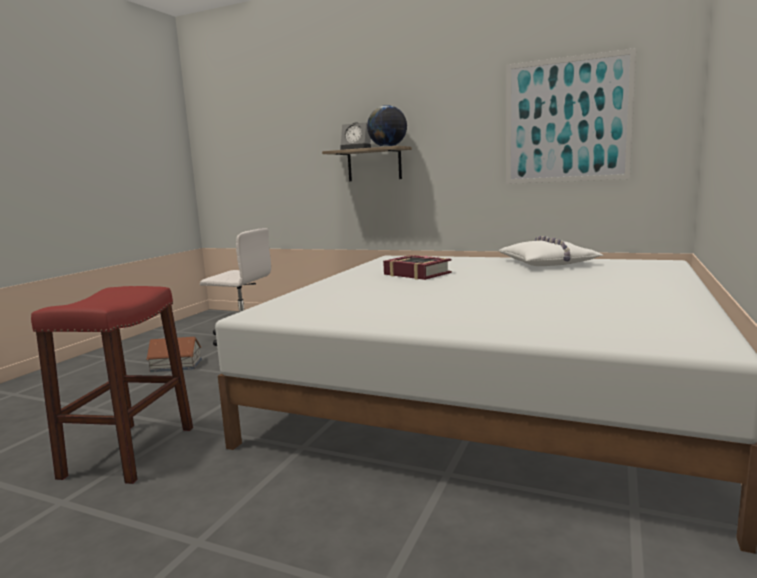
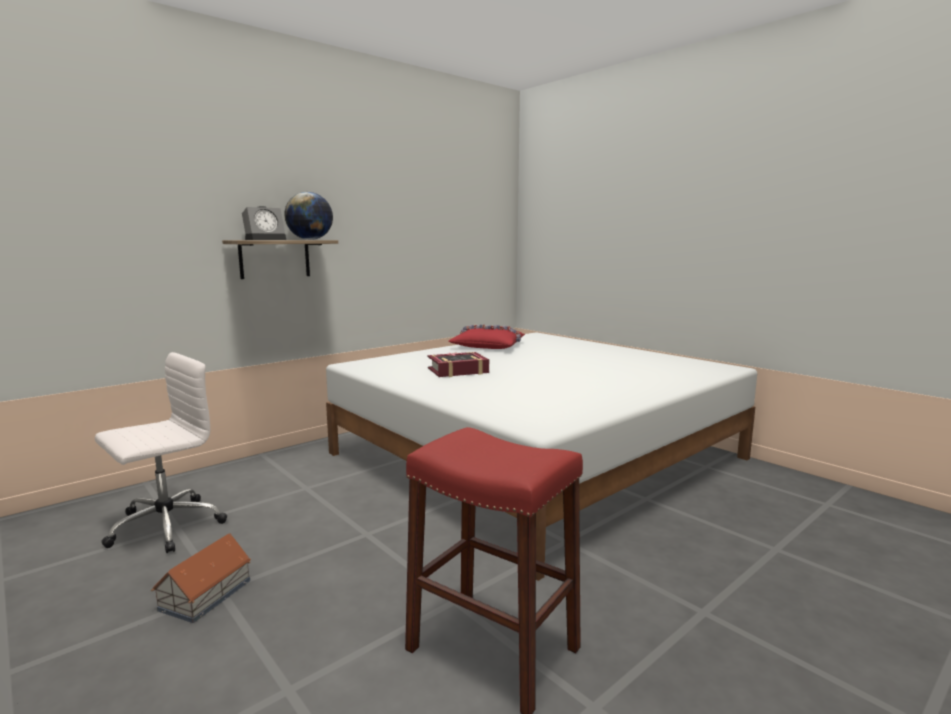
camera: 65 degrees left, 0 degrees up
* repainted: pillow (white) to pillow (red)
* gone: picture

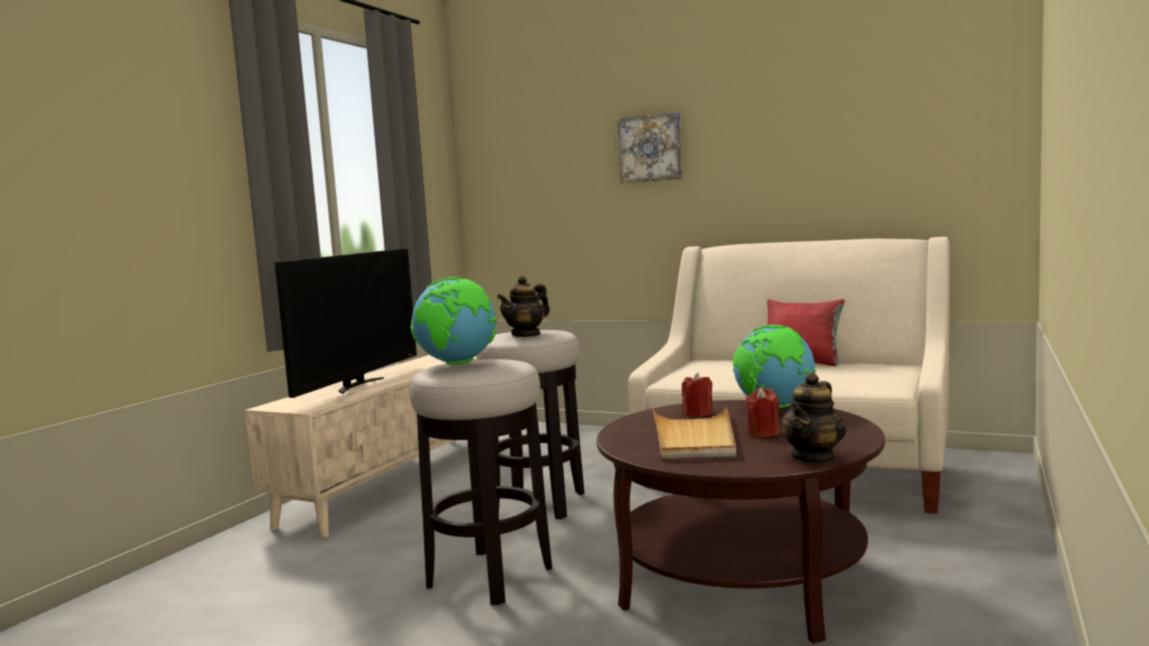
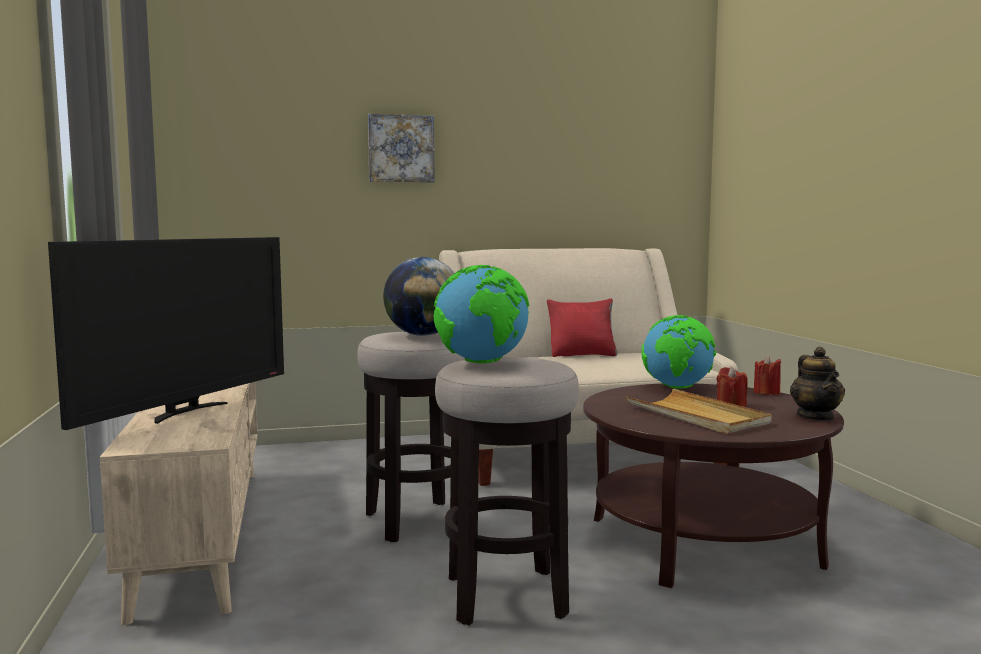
camera: 40 degrees left, 0 degrees up
* rotated: television 45 degrees clockwise
* swapped: teapot (no. 1 from left) to globe (no. 1 from left)
* shifted: candle (red) (no. 1 from left in the first image) to candle (red) (no. 2 from left)

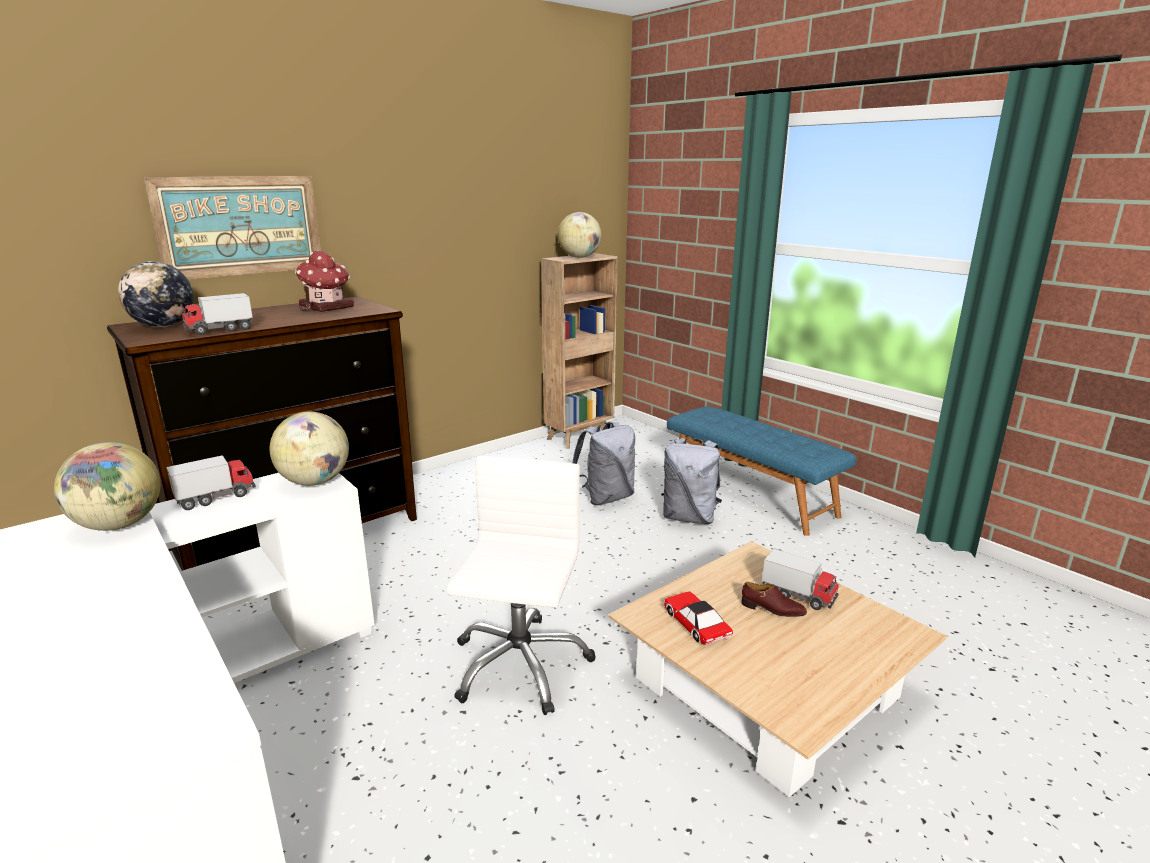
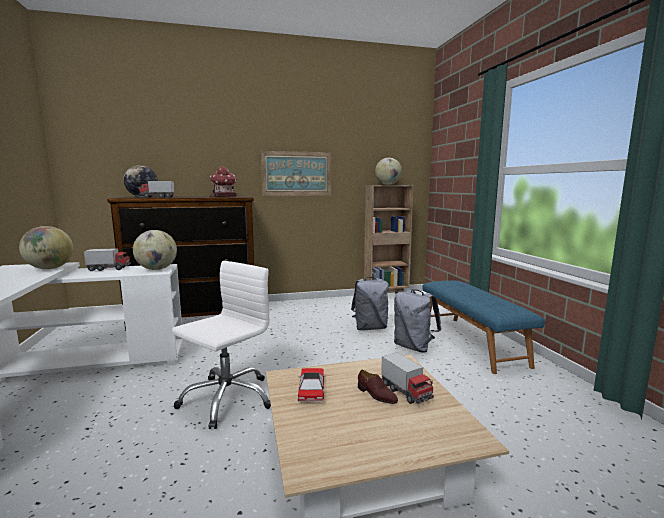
camera: 25 degrees right, 10 degrees down
* shifted: picture

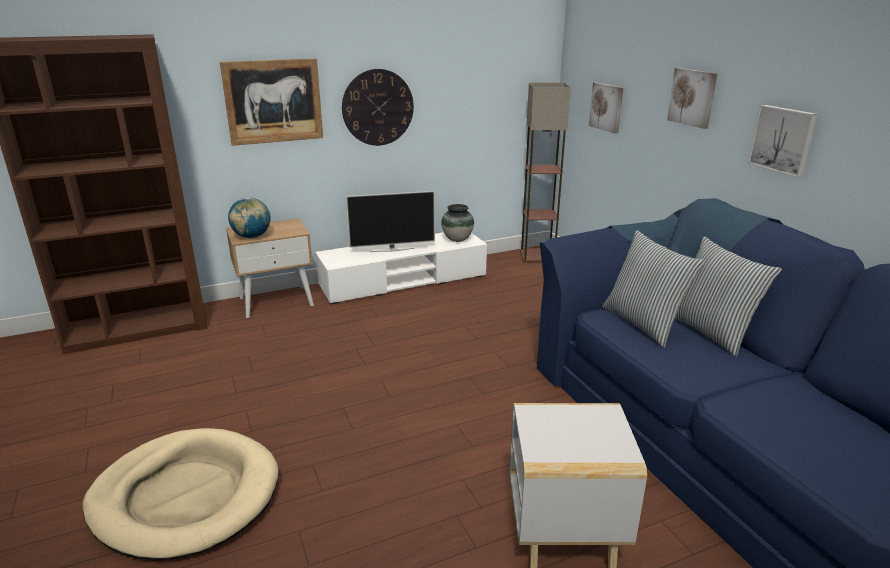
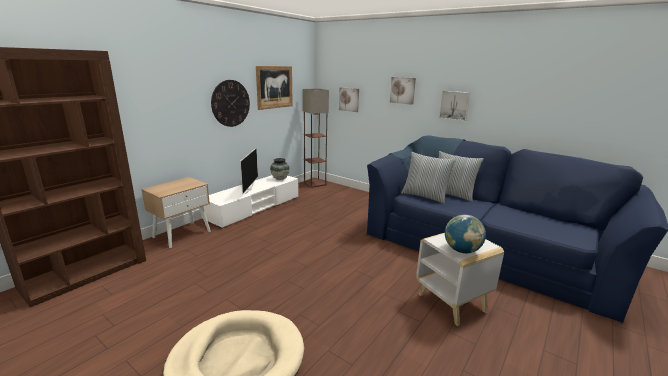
camera: 30 degrees left, 5 degrees down
* rotated: television 45 degrees counterclockwise
* shifted: picture (no. 1 from left)
* shifted: globe

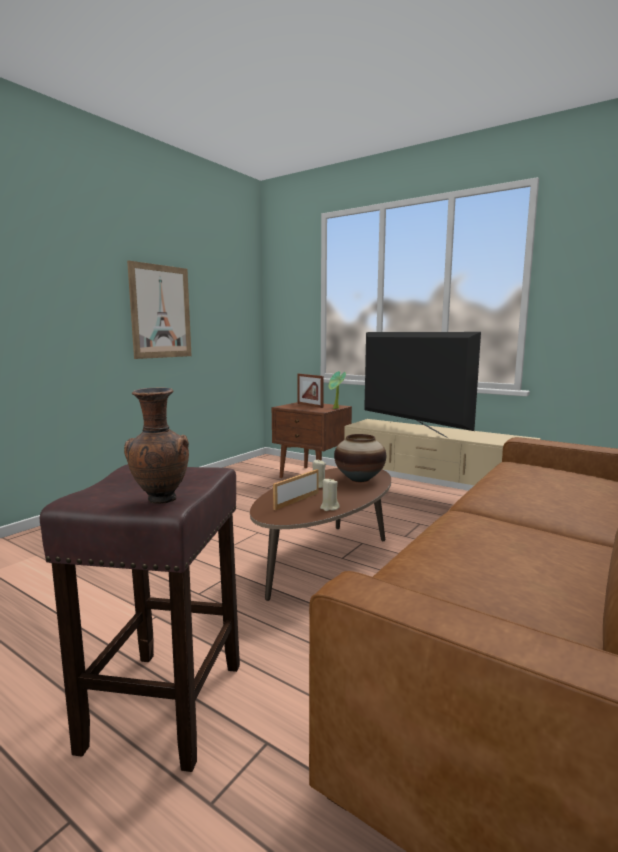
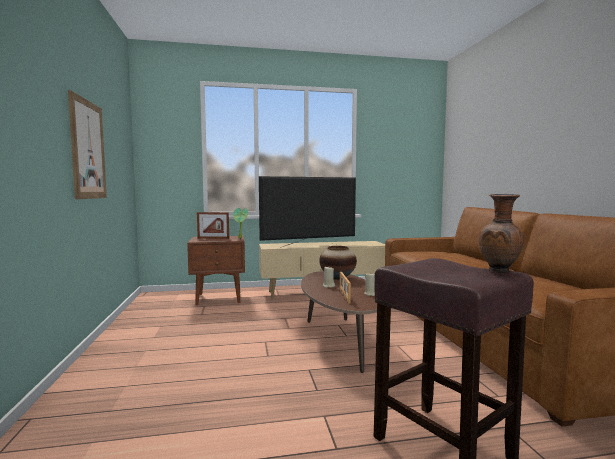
camera: 45 degrees left, 5 degrees down
* rotated: television 150 degrees clockwise

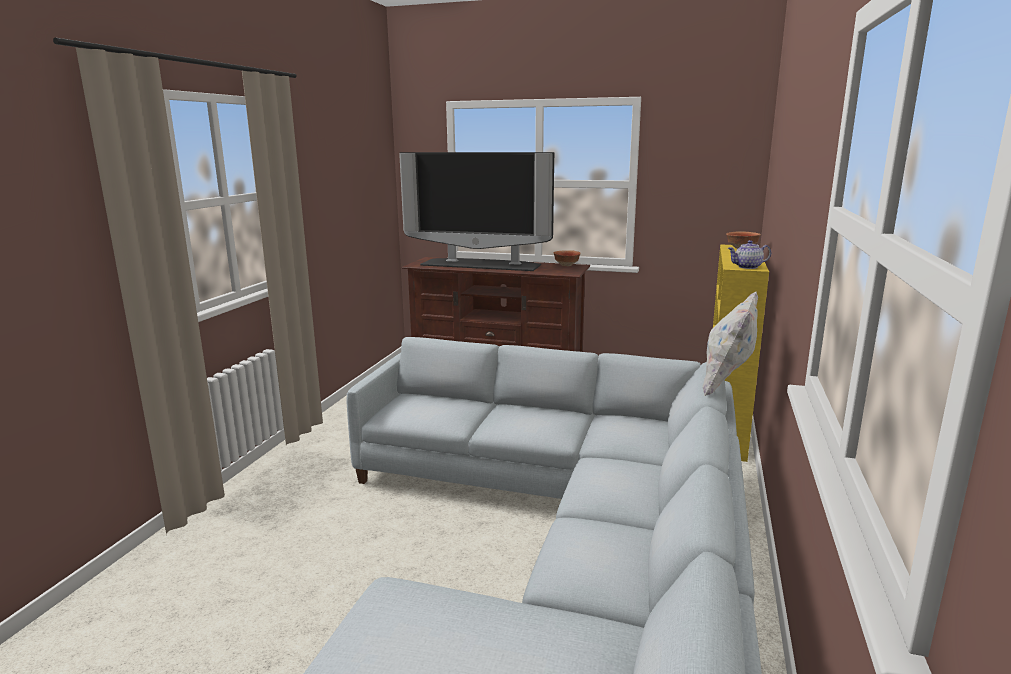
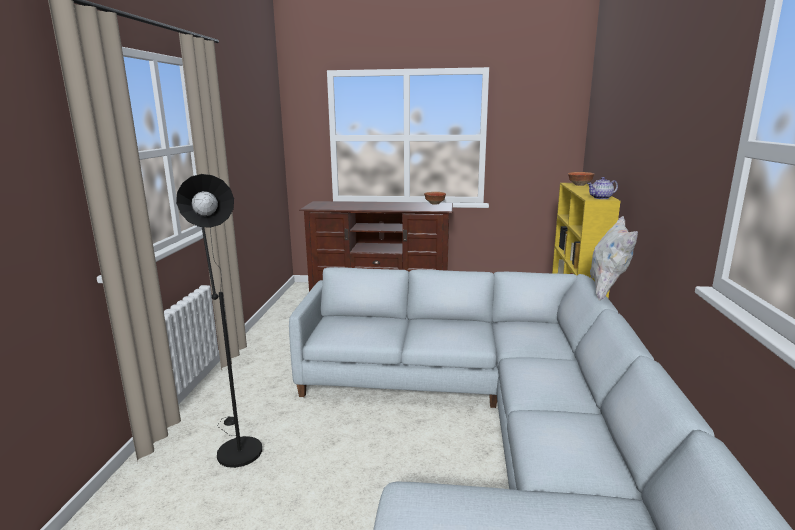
camera: 10 degrees left, 0 degrees up
* new: floor lamp (black)
* gone: television

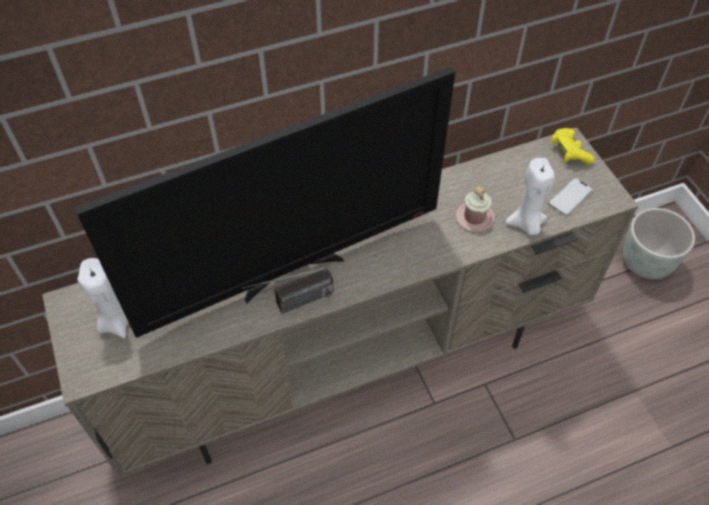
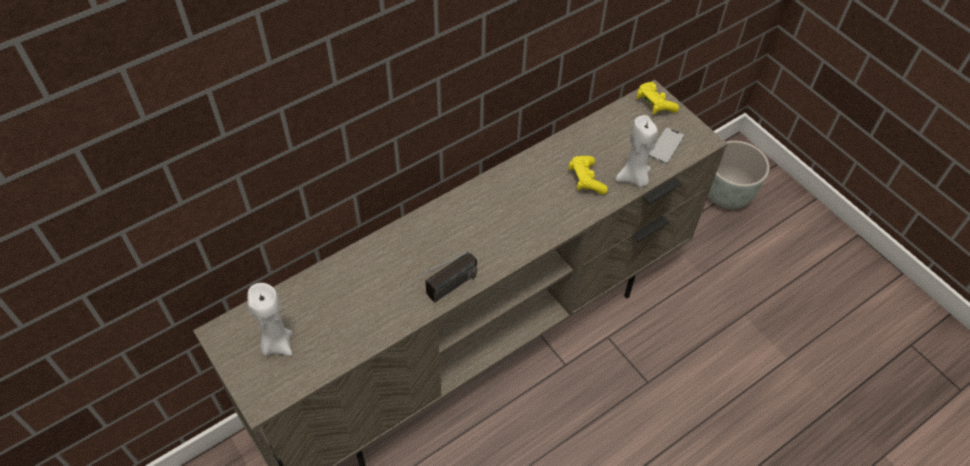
camera: 15 degrees left, 0 degrees up
* swapped: mug (pink) to game controller (yellow) (no. 1 from left)
* gone: television

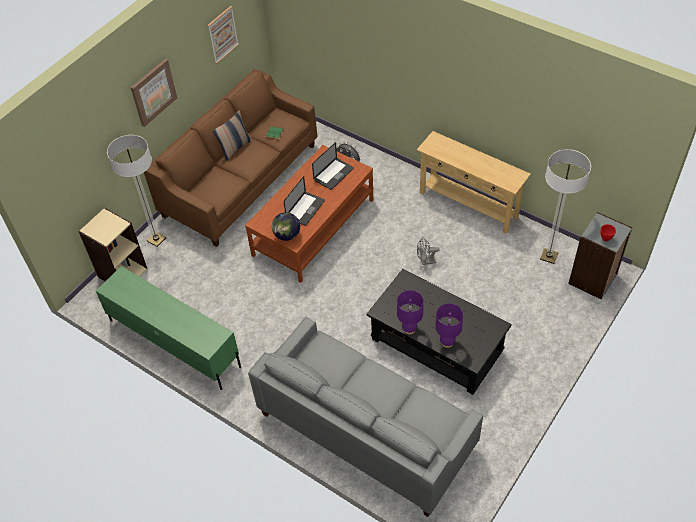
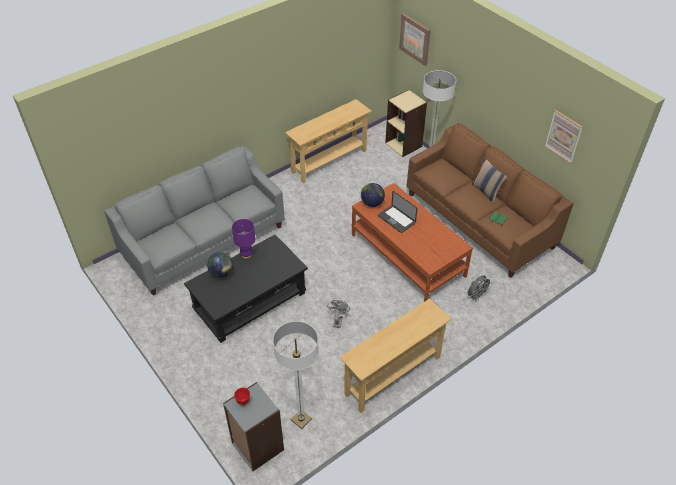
camera: 105 degrees right, 5 degrees down
* swapped: table lamp (purple) (no. 2 from left) to globe (no. 1 from left)
* swapped: tv stand (green) to console table (beige) (no. 1 from left)
* shifted: picture (no. 1 from left)
* gone: laptop (no. 2 from left)

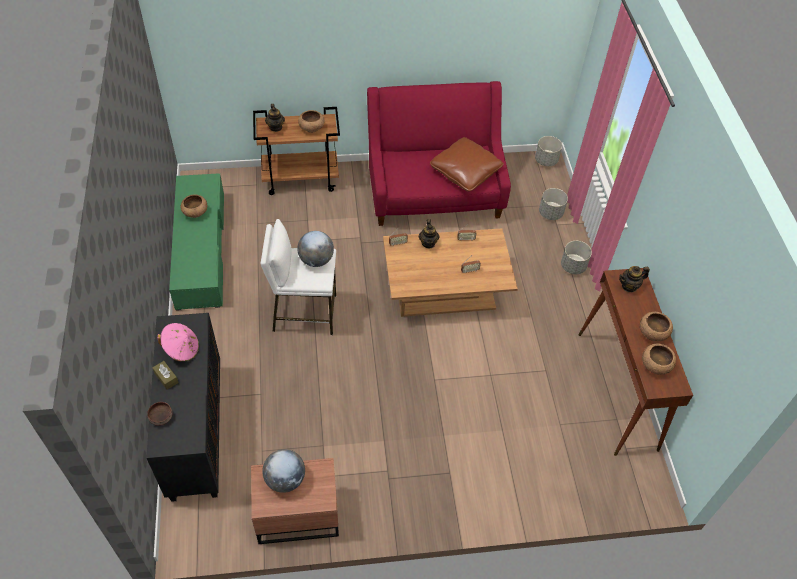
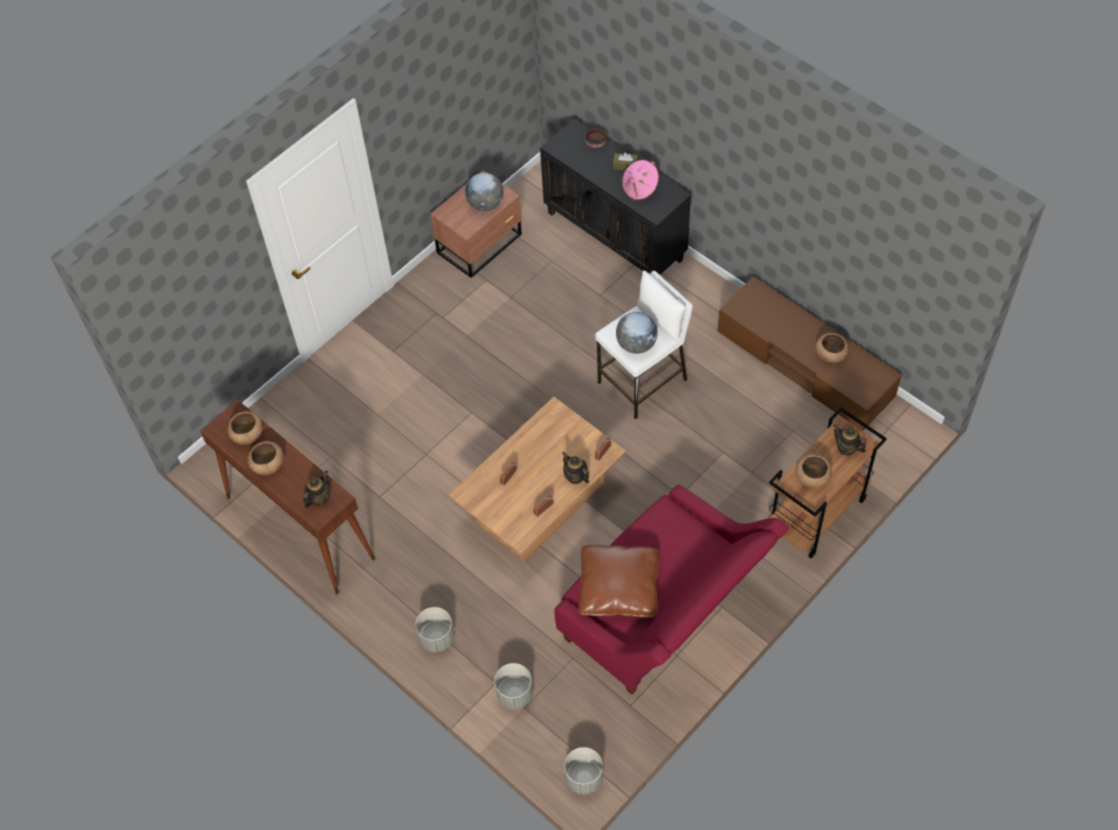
camera: 145 degrees right, 5 degrees up
* repainted: tv stand (green) to tv stand (brown)

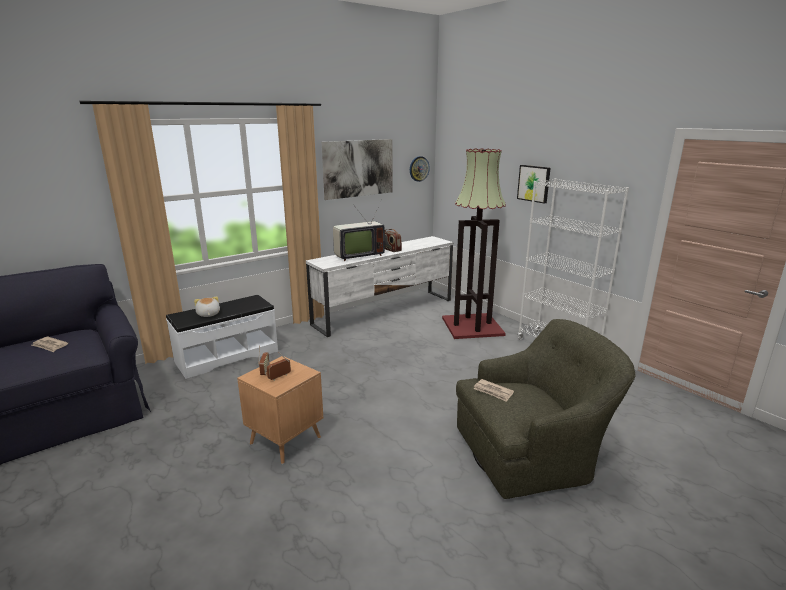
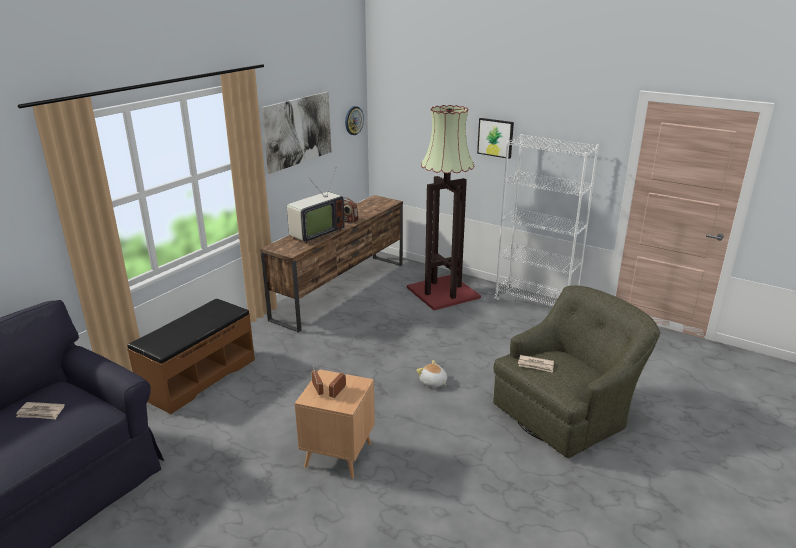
camera: 20 degrees left, 5 degrees up
* repainted: bench (white) to bench (brown)
* repainted: tv stand (white) to tv stand (brown)
* shifted: plush toy

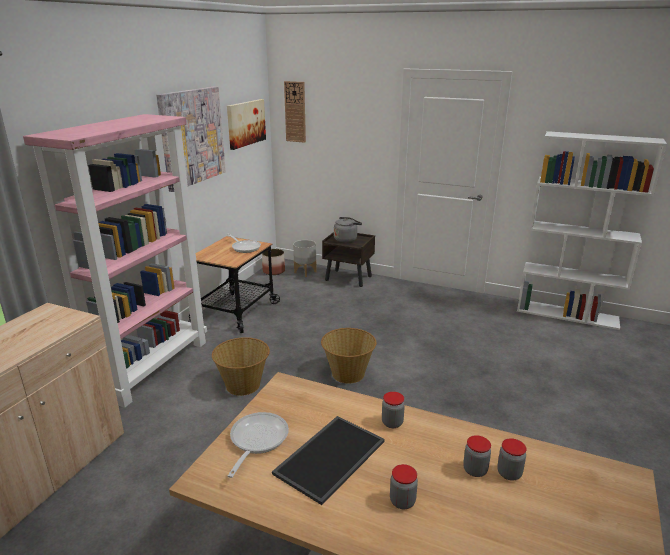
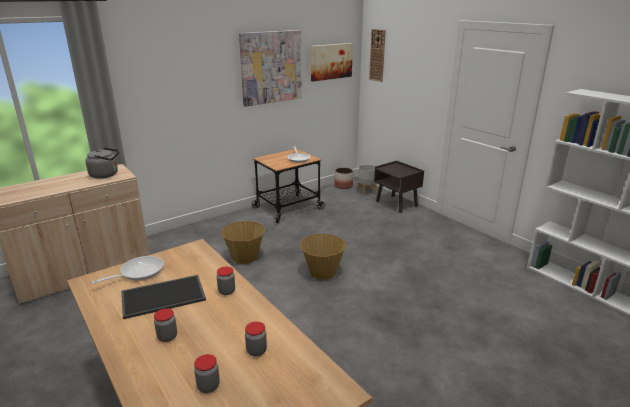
camera: 30 degrees right, 0 degrees up
* shifted: kettle (grey)
* shifted: jar (no. 3 from left in the first image) to jar (no. 2 from left)
* gone: bookcase (pink)

